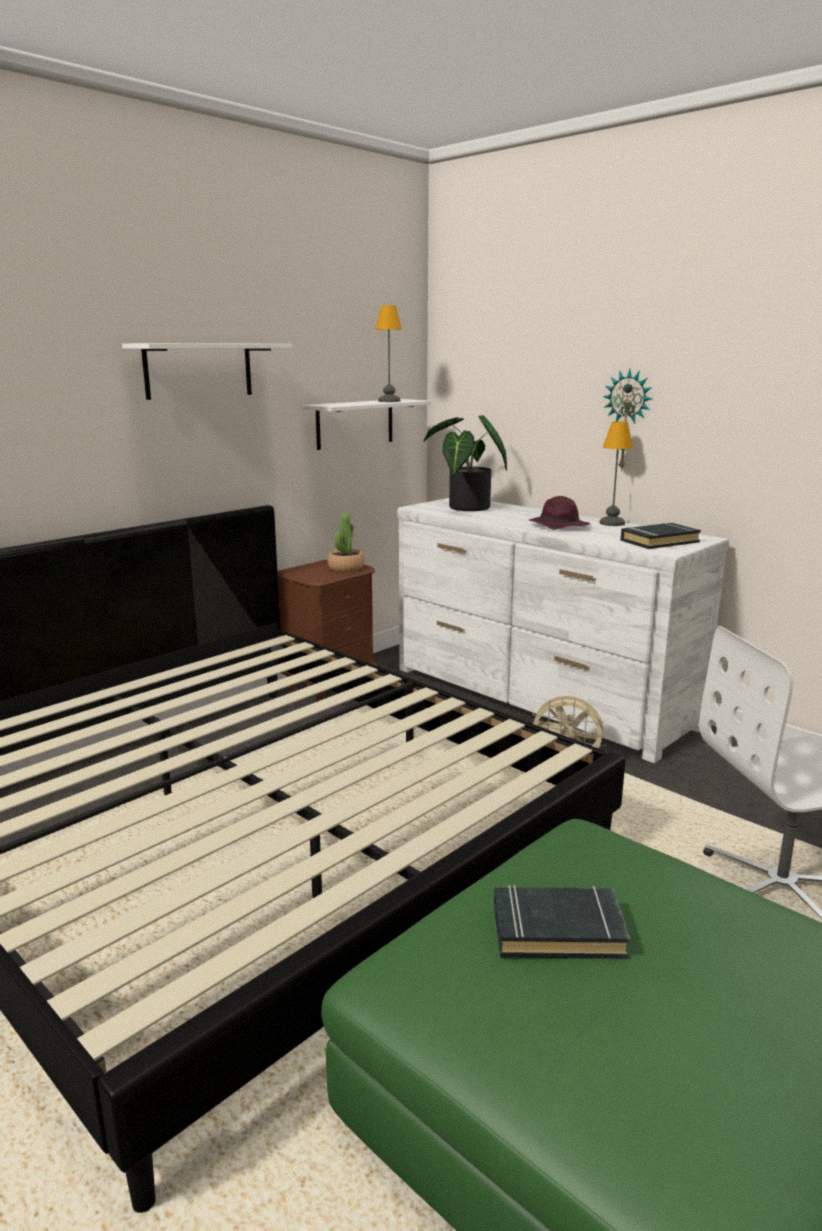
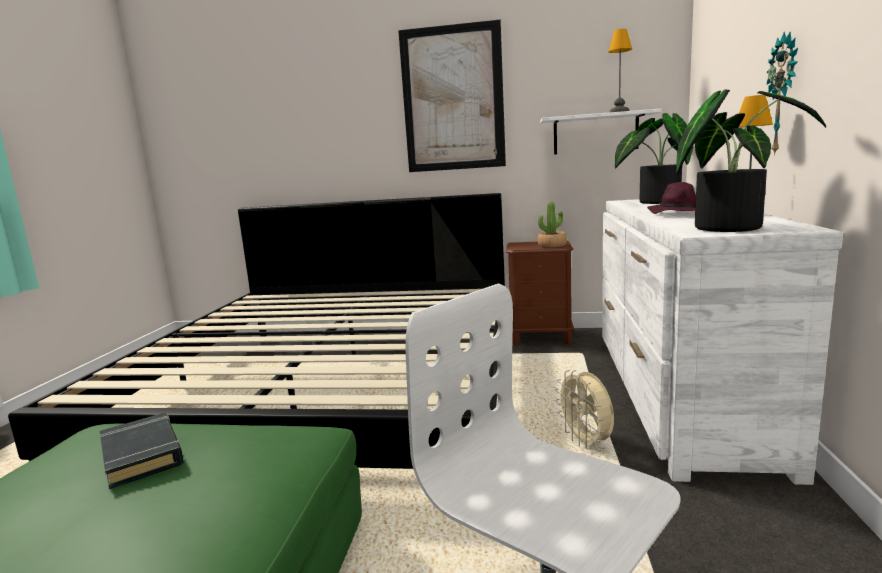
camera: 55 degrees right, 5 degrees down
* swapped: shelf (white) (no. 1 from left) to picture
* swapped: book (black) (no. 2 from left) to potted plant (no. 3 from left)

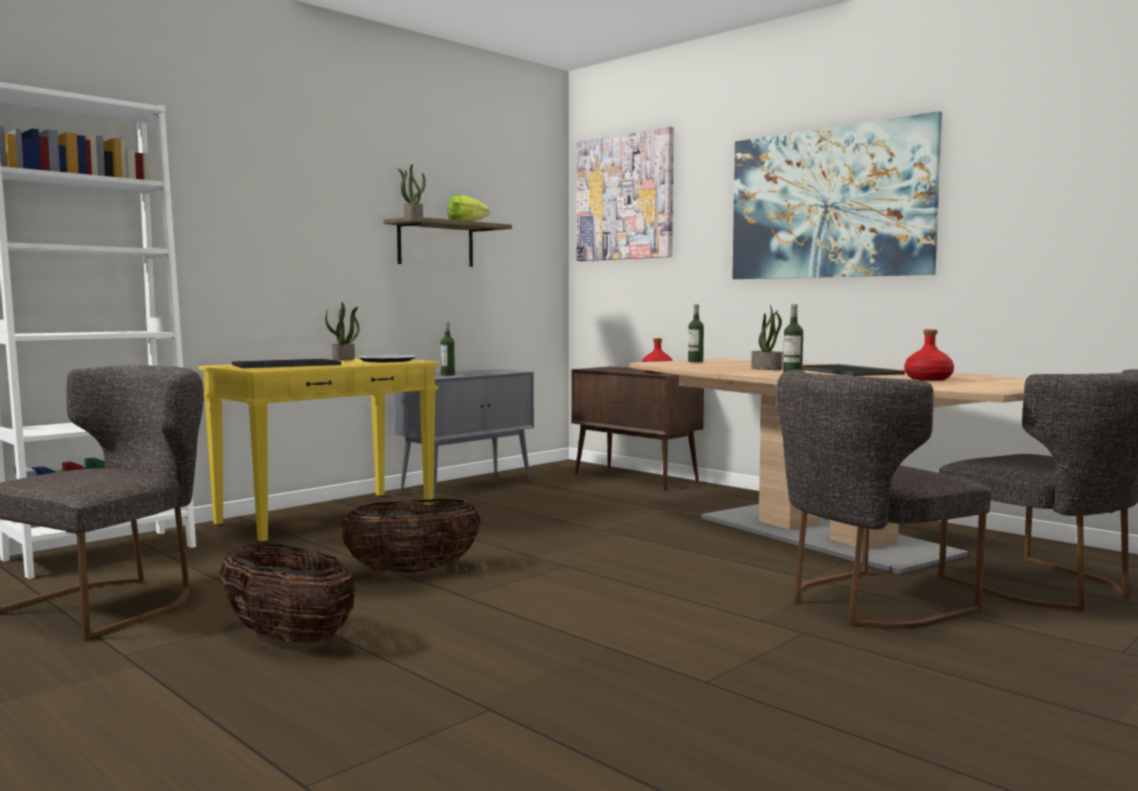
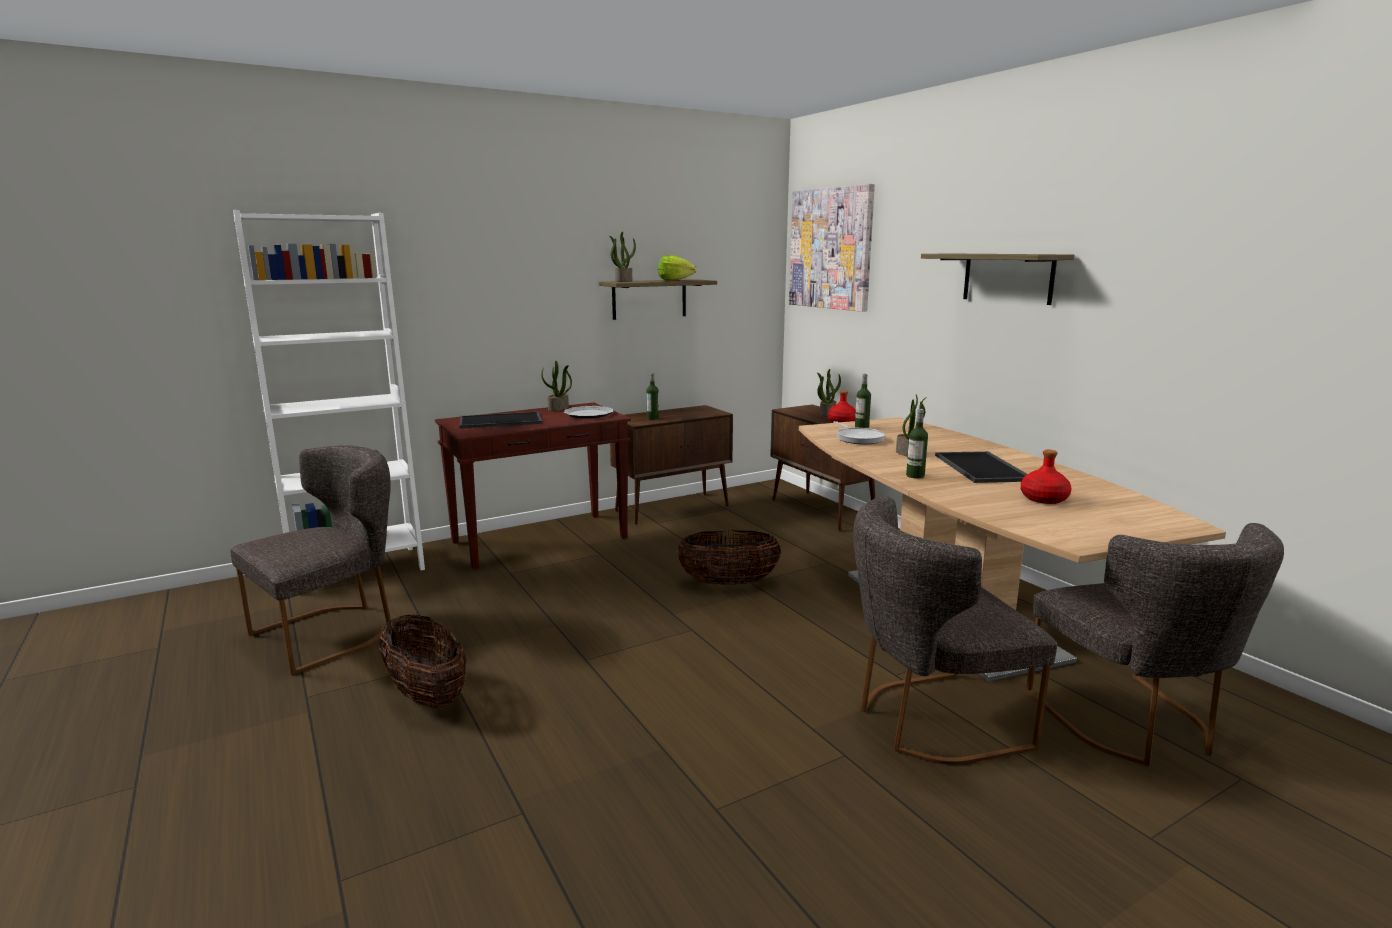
camera: 15 degrees right, 10 degrees up
* repainted: console table (yellow) to console table (brown)
* repainted: cabinet (grey) to cabinet (brown) (no. 1 from left)
* shifted: basket (no. 2 from left)
* new: potted plant (no. 3 from left)
* new: frying pan
* swapped: picture (no. 2 from left) to shelf (no. 2 from left)

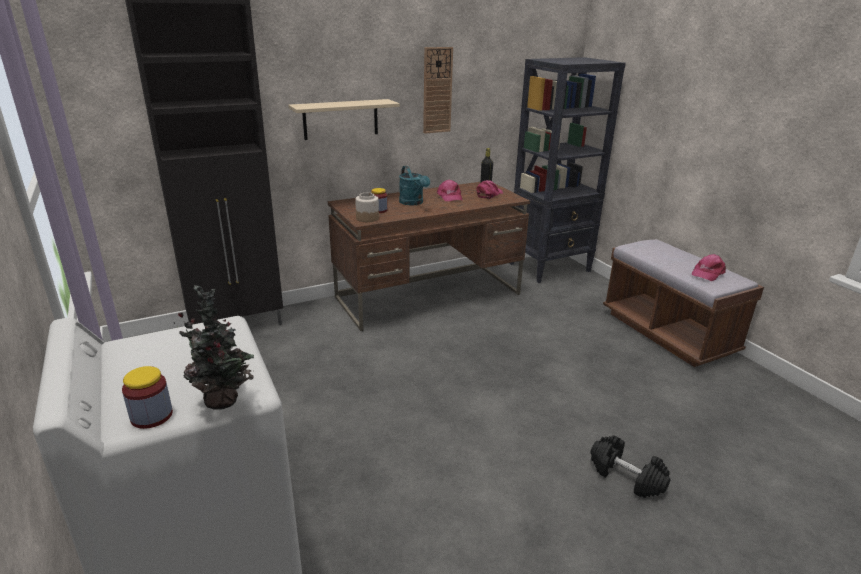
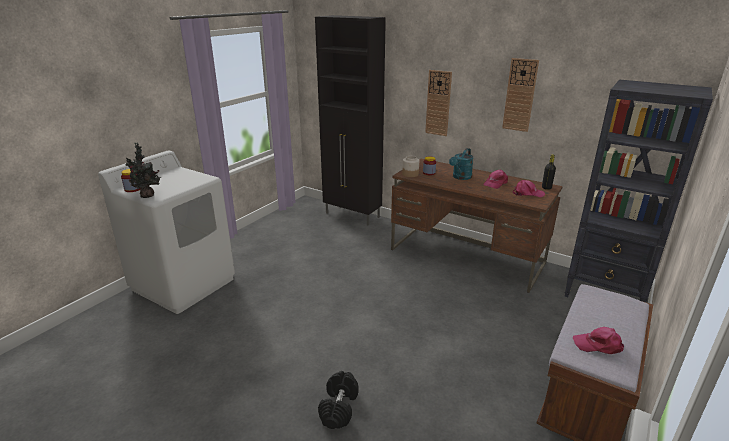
camera: 60 degrees right, 0 degrees up
* swapped: shelf (beige) to wall clock (no. 1 from left)

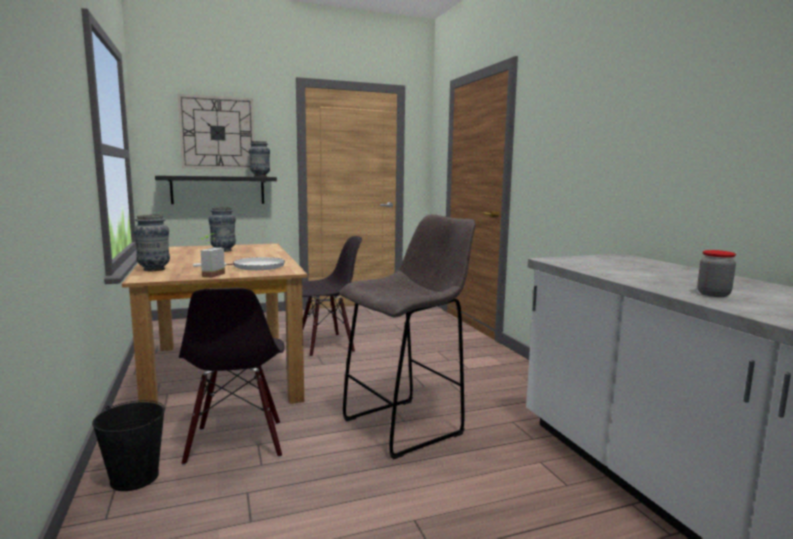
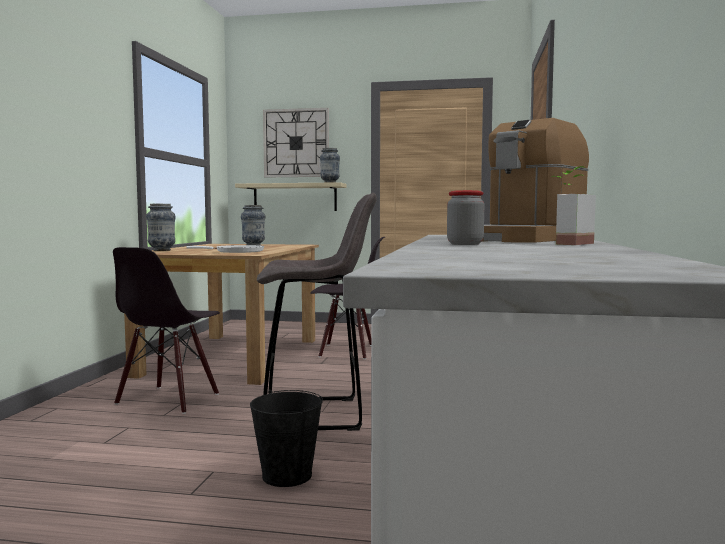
camera: 30 degrees right, 5 degrees down
* repainted: shelf (black) to shelf (beige)
* shifted: bucket (black)
* new: coffee machine
* shifted: potted plant

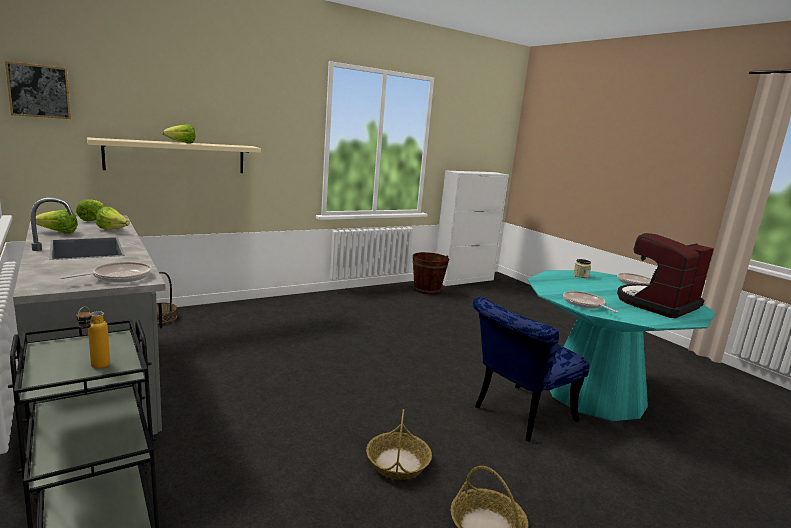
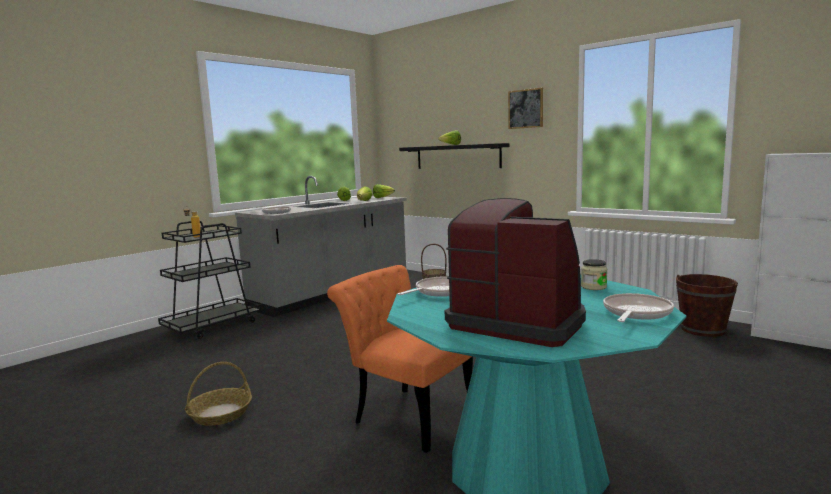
camera: 75 degrees right, 5 degrees down
* repainted: chair (blue) to chair (orange)
* repainted: shelf (beige) to shelf (black)
* shifted: picture
* gone: basket (no. 2 from left)

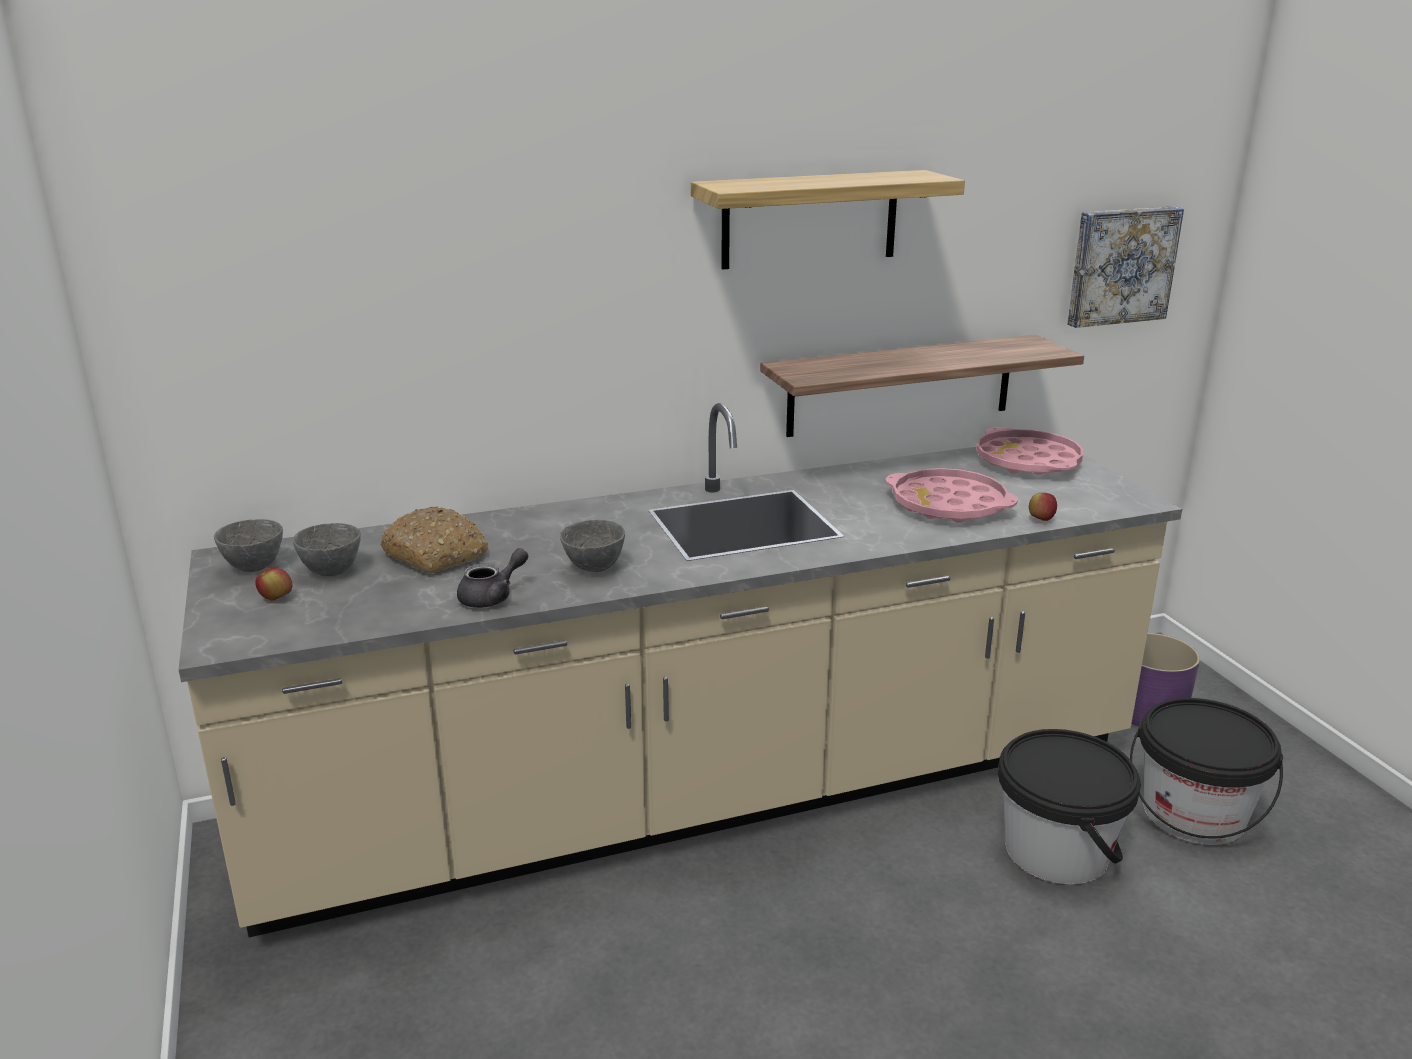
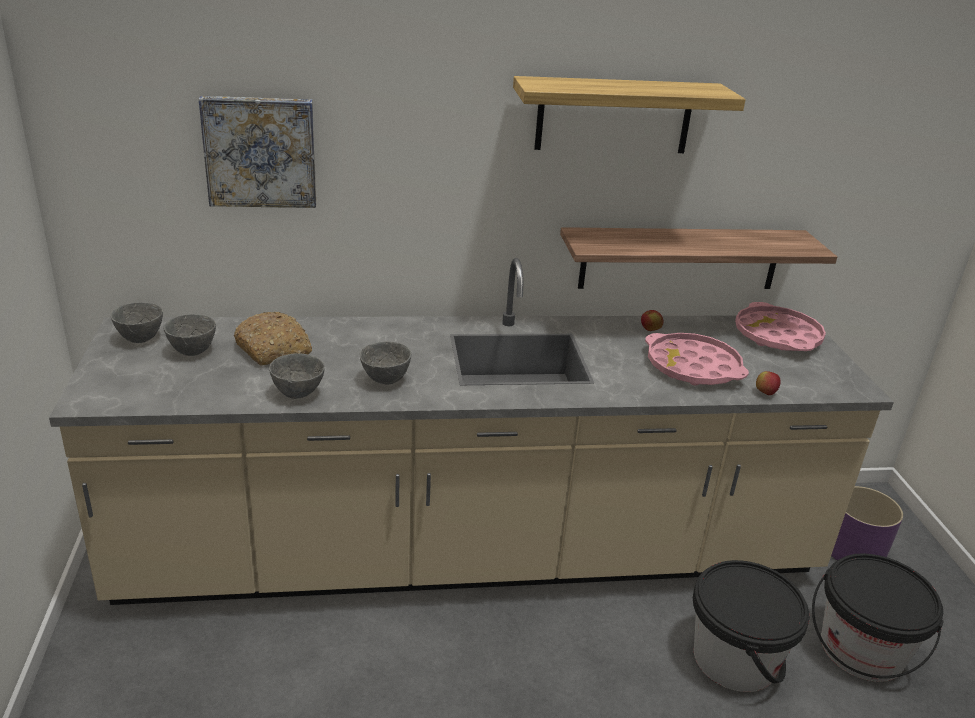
camera: 10 degrees right, 5 degrees up
* shifted: picture
* swapped: teapot (grey) to bowl (grey) (no. 3 from left)
* shifted: apple (no. 1 from left)

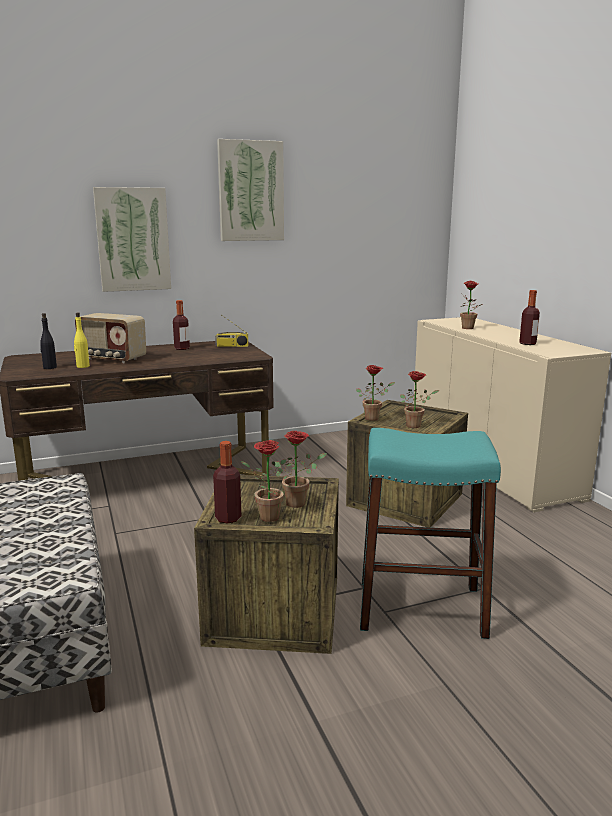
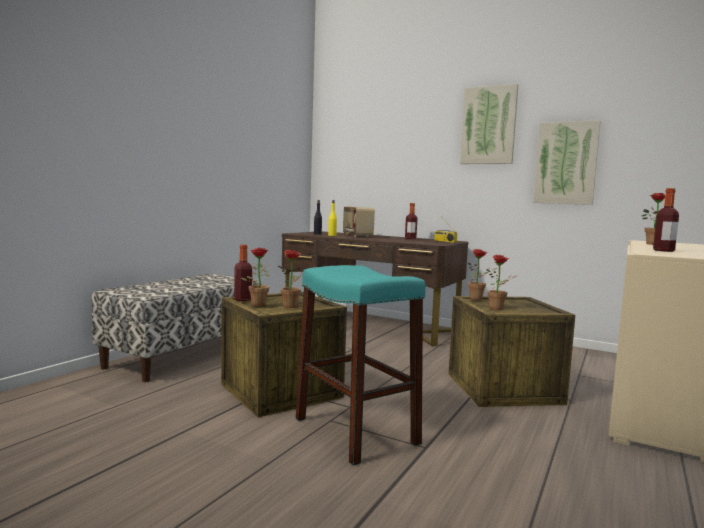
camera: 50 degrees right, 10 degrees down
* shifted: picture (no. 1 from left in the first image) to picture (no. 2 from left)

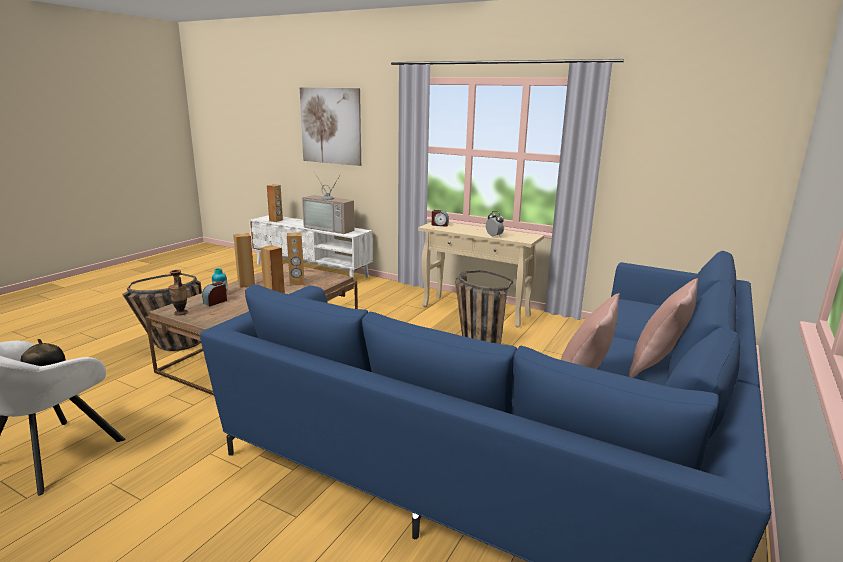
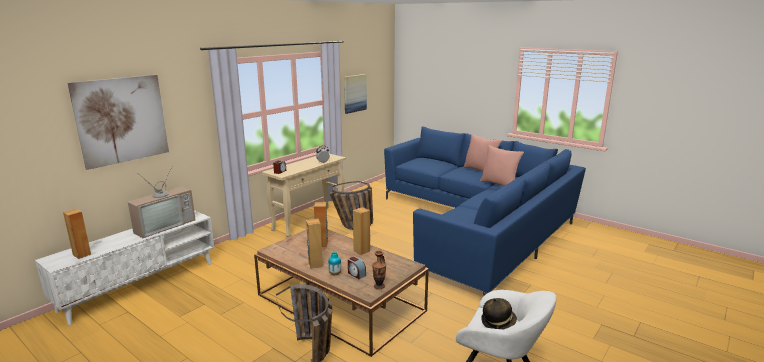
camera: 80 degrees left, 0 degrees up
* new: picture (no. 2 from left)

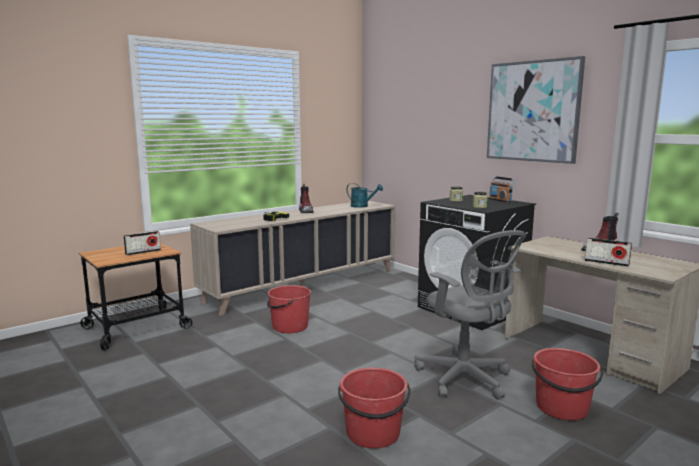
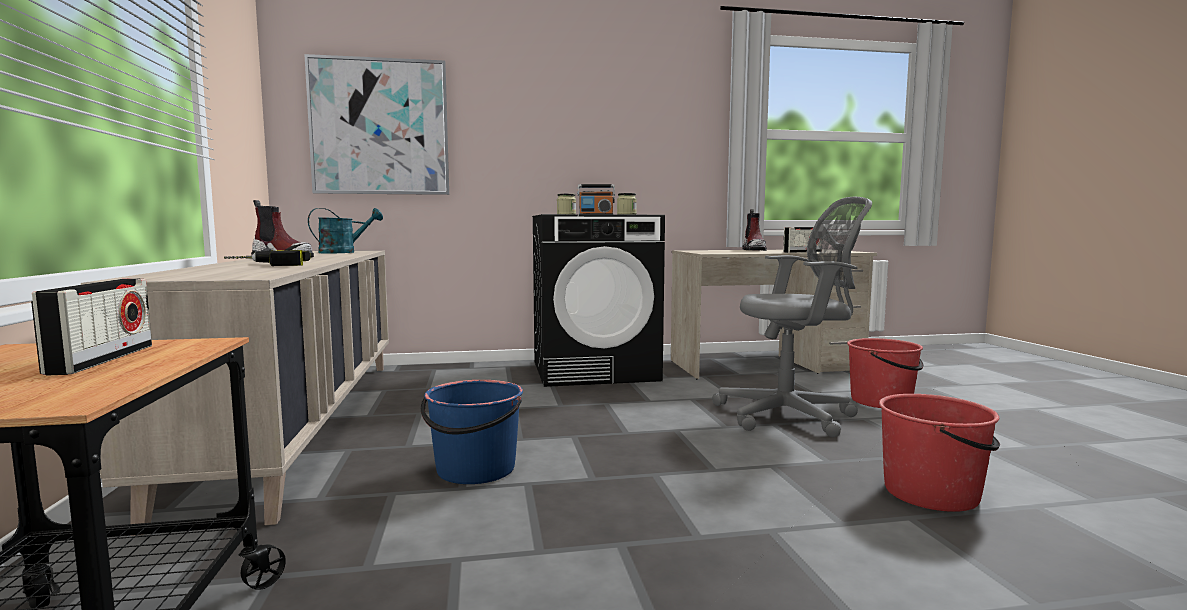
camera: 60 degrees left, 5 degrees down
* shifted: picture
* repainted: bucket (red) (no. 1 from left) to bucket (blue)

